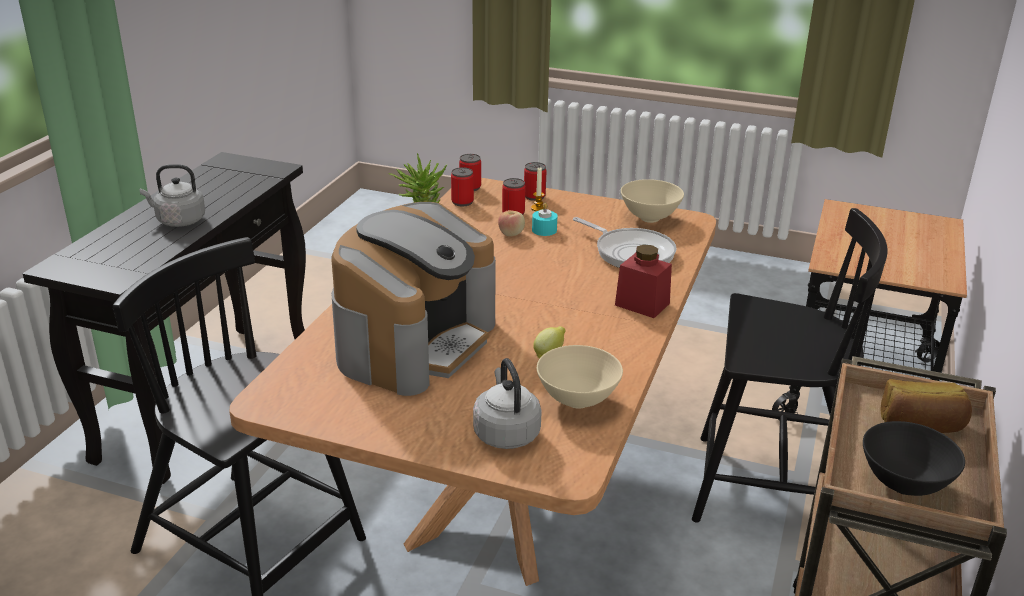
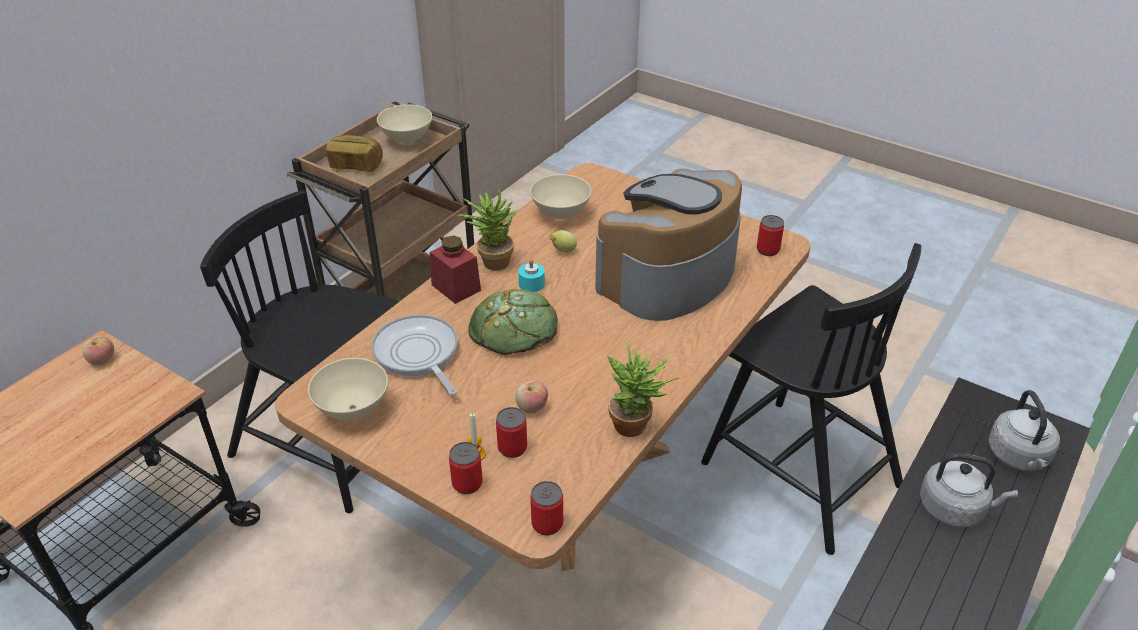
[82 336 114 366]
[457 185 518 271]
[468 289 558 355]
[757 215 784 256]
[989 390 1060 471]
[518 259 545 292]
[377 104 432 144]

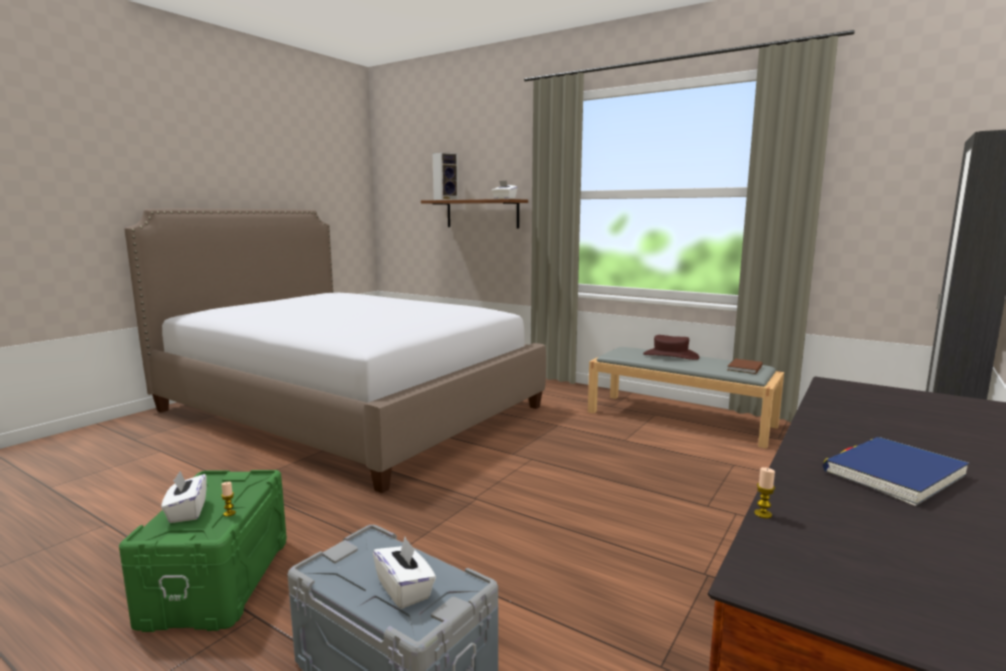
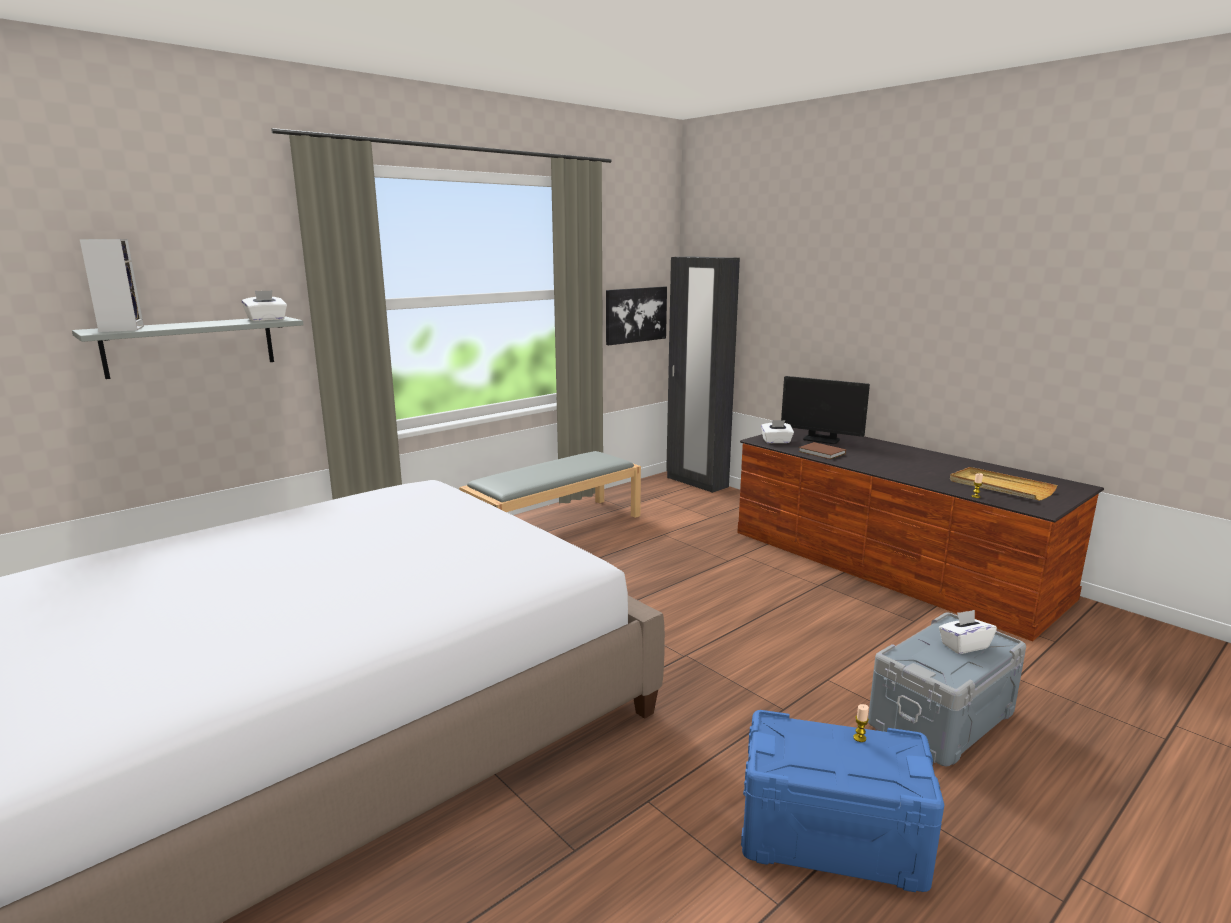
[643 335 699 360] (first image)
[823 437 970 506] (first image)
[606 287 667 345]
[781 376 870 444]
[950 467 1058 501]
[761 420 794 443]
[798 442 846 459]
[741 710 944 892]
[72 316 304 379]

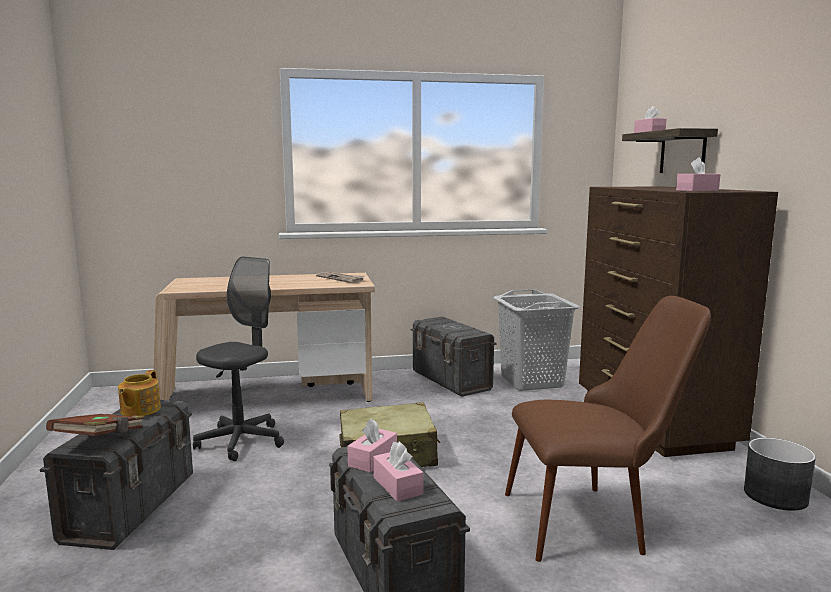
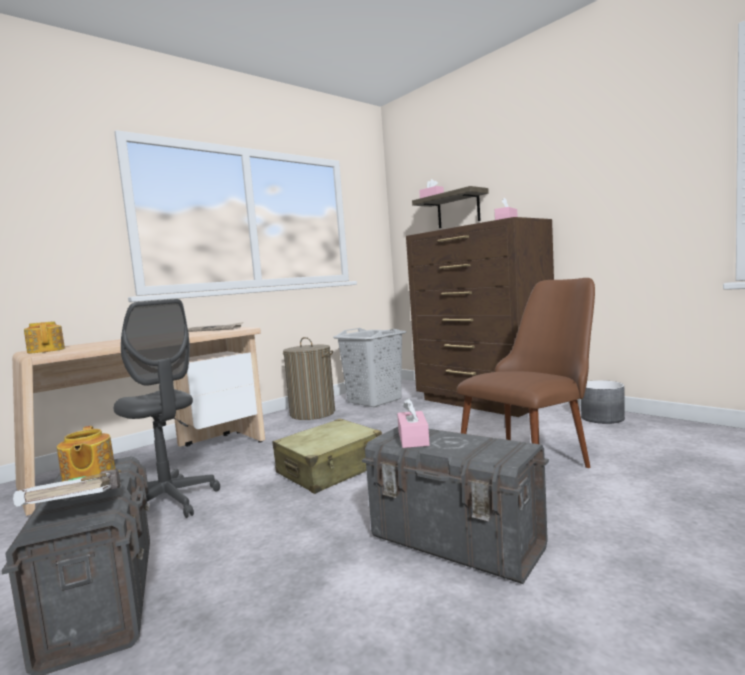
[373 442 423 501] (first image)
[24 321 65 353]
[283 337 335 420]
[13 469 121 507]
[114 299 220 518]

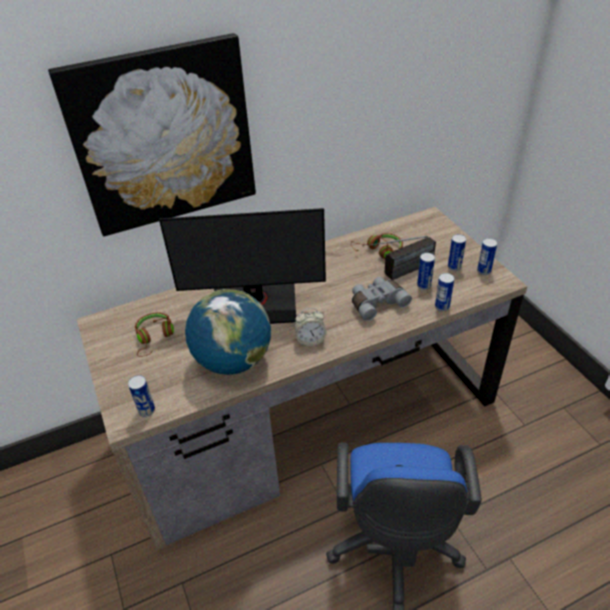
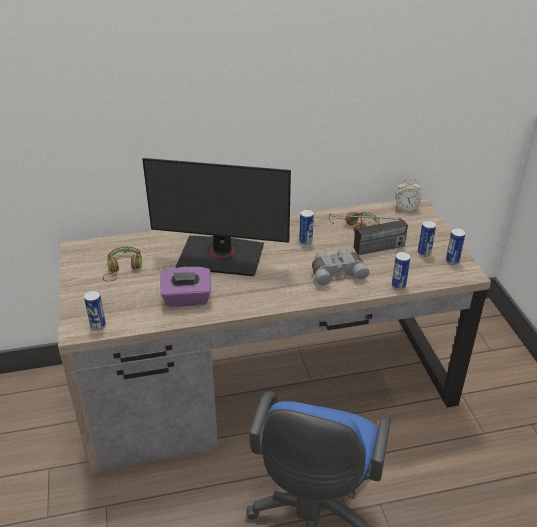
[48 33 256 236] (first image)
[395 179 421 211]
[299 209 314 245]
[160 267 211 307]

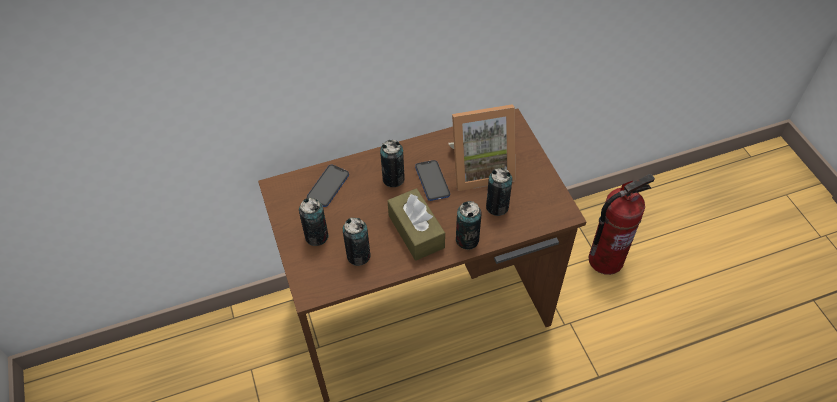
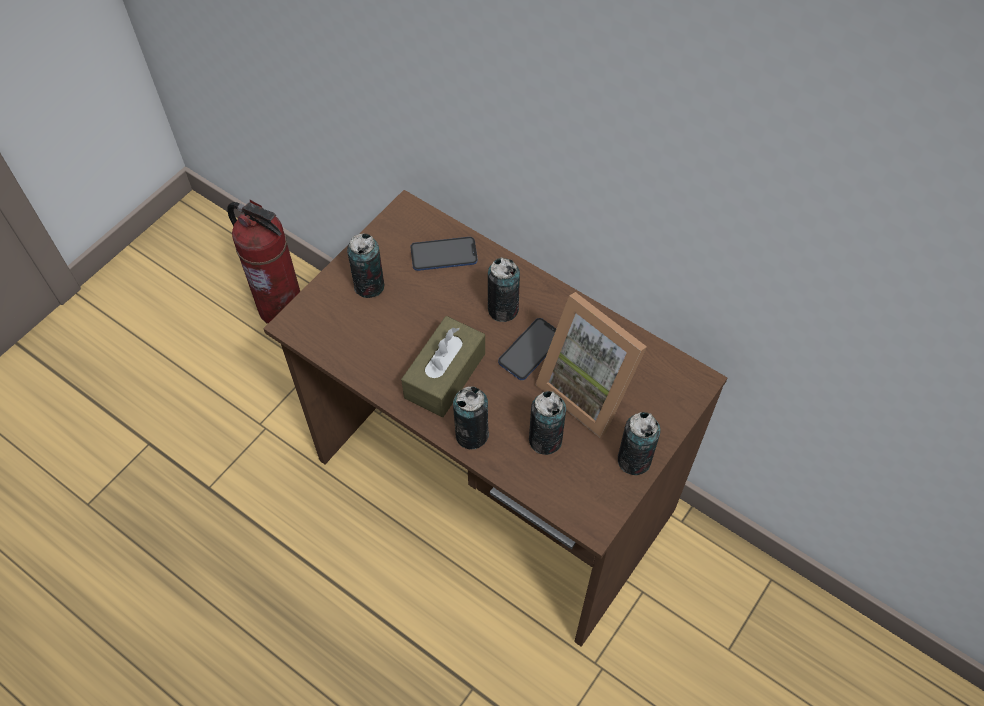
[618 412 661 475]
[227 200 300 324]

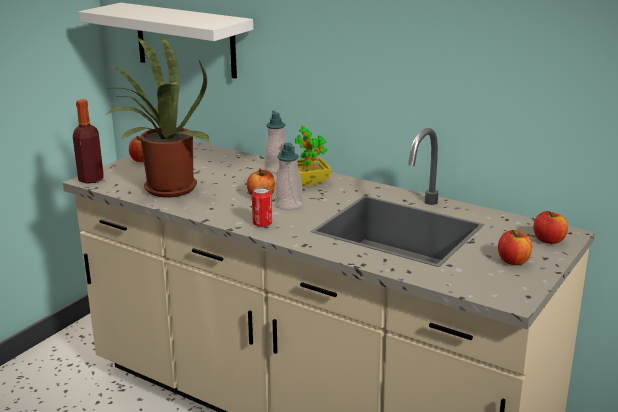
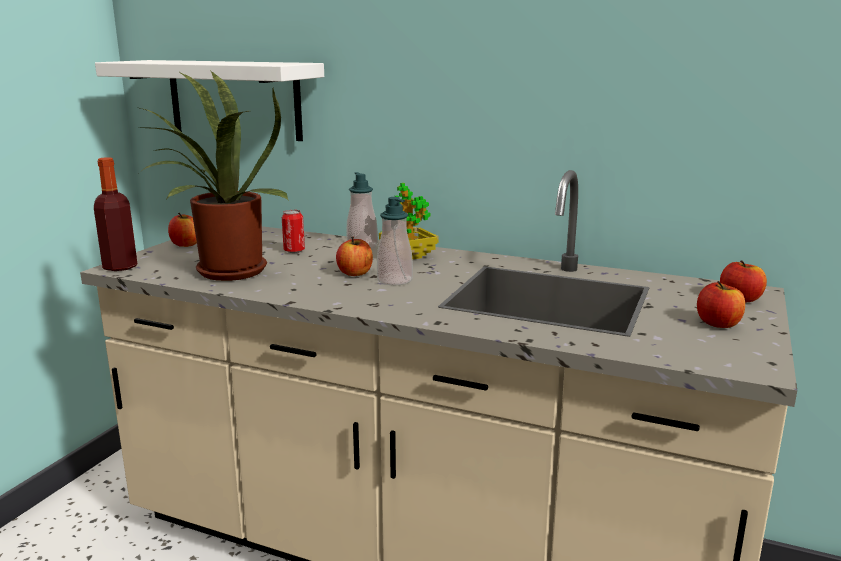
[282 210 305 253]

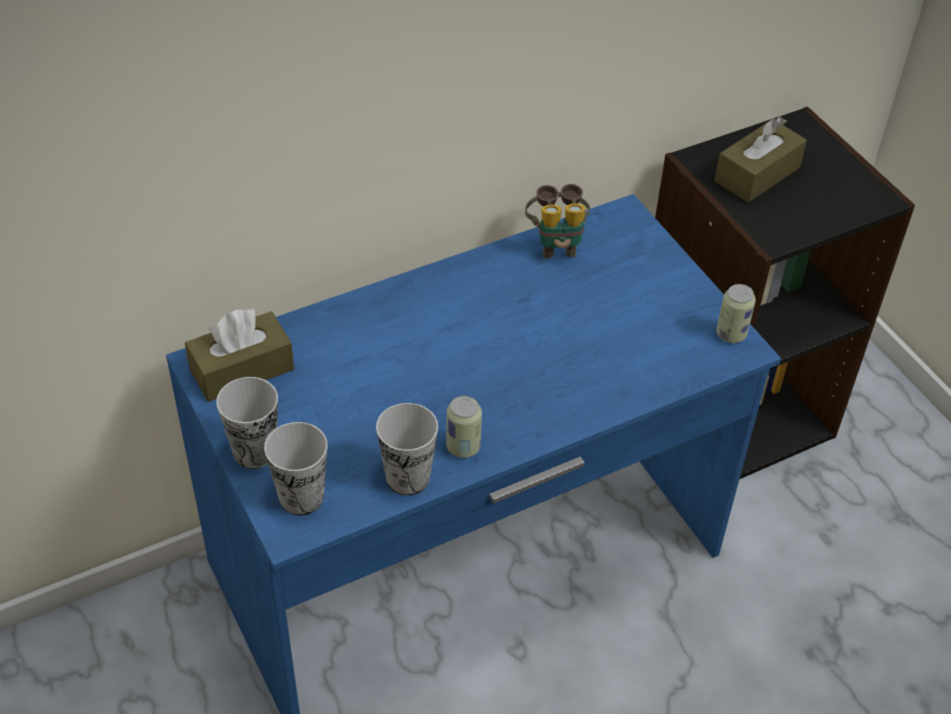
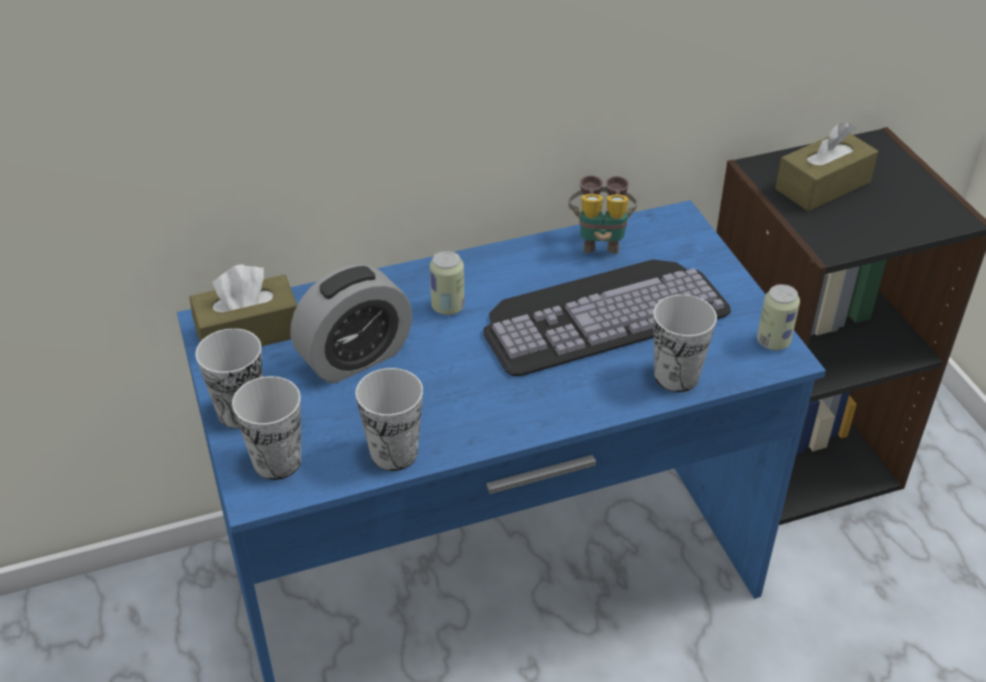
[291 264 412 383]
[483 259 731 376]
[653 294 717 392]
[430 250 465 315]

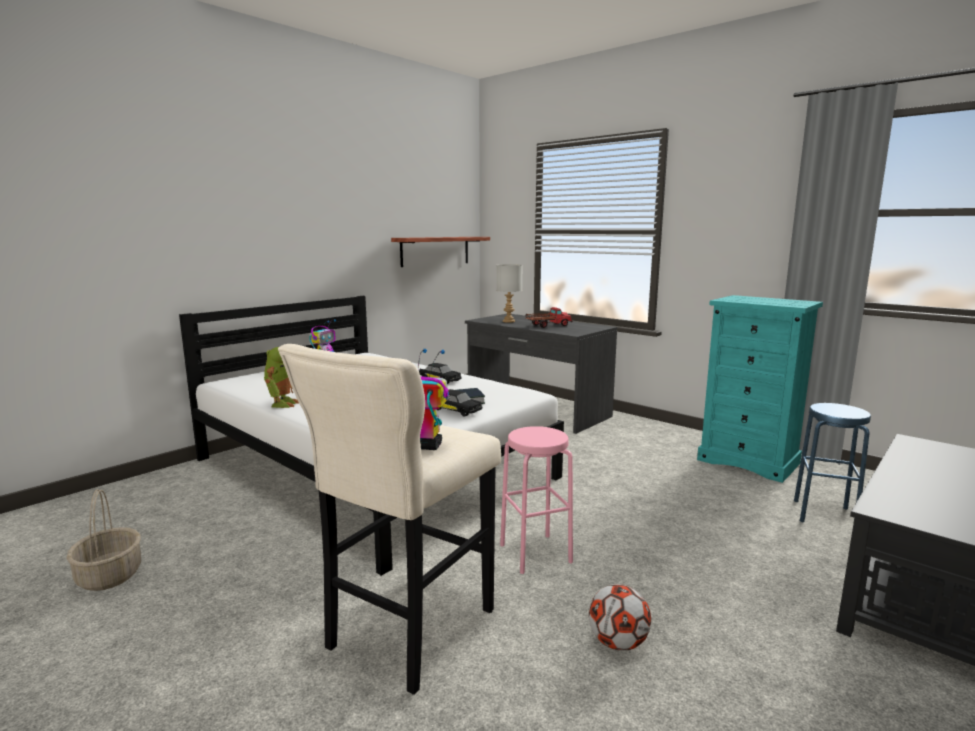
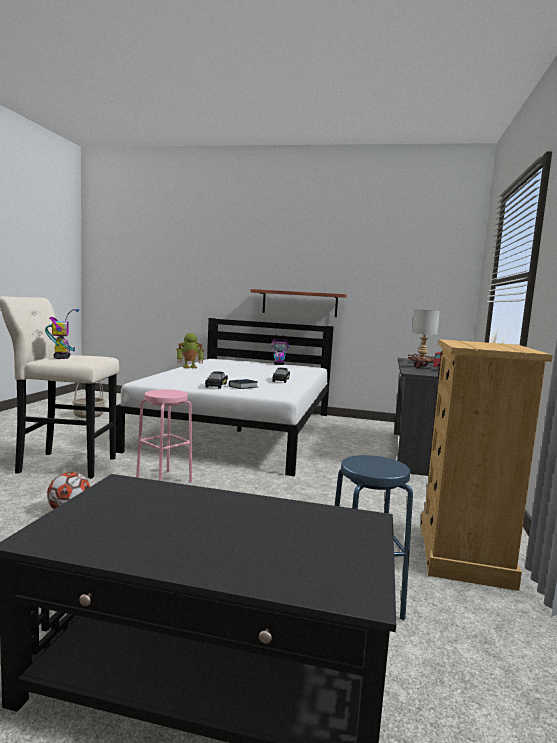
[251 289 347 317]
[420 339 553 591]

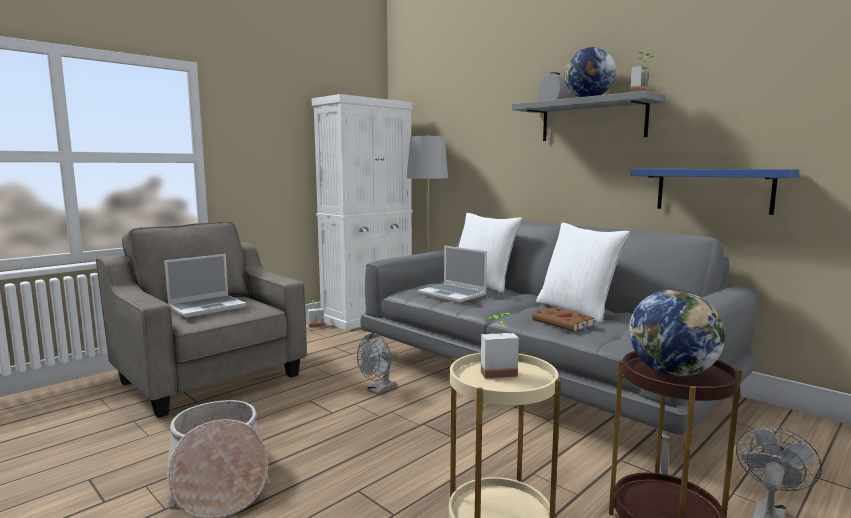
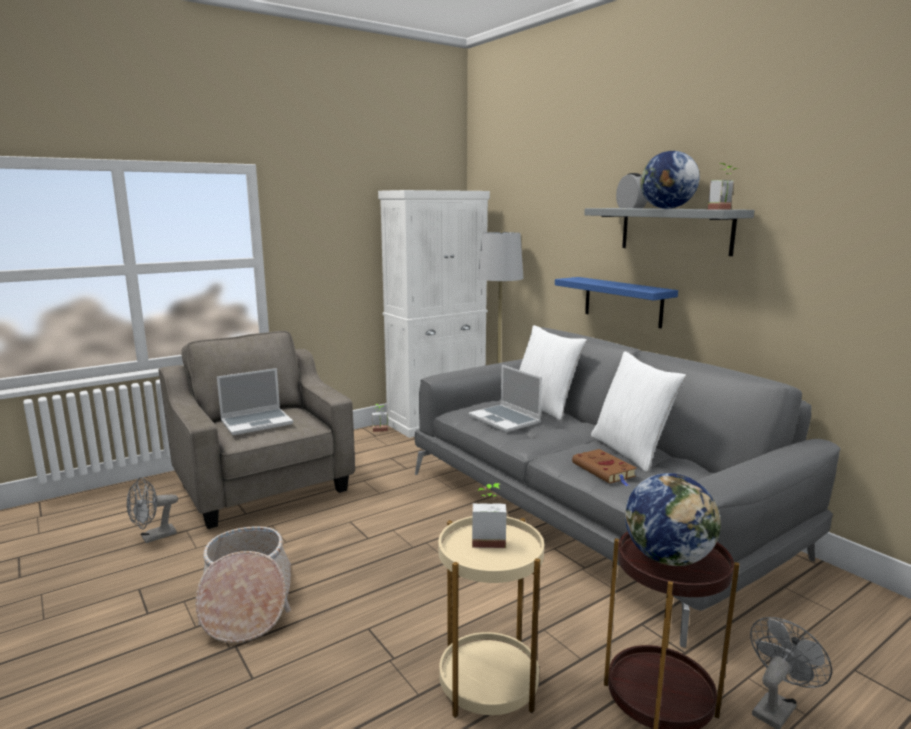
[127 477 178 543]
[555 277 678 328]

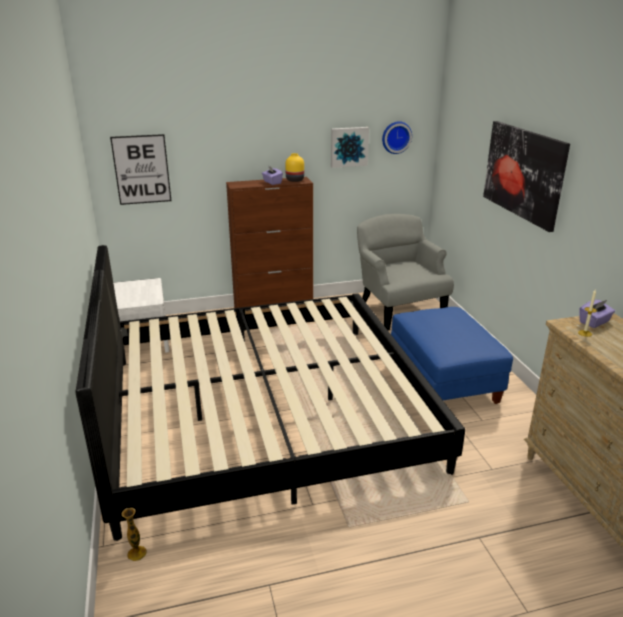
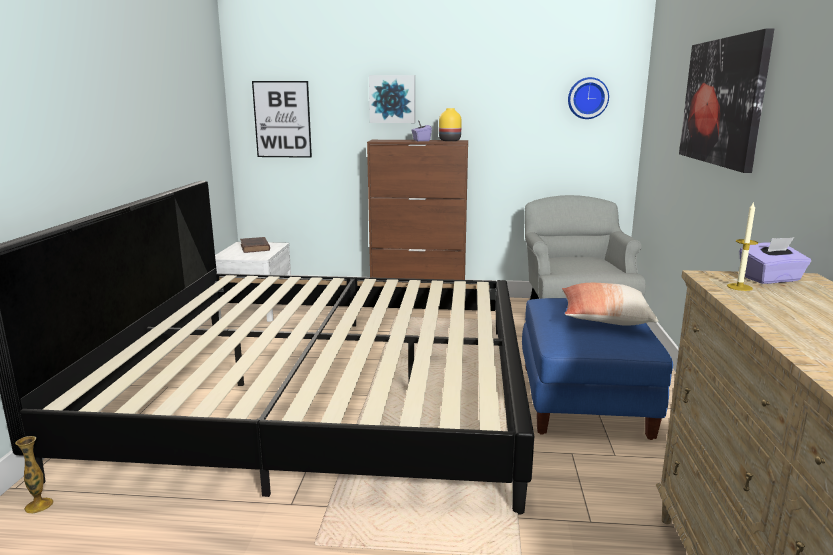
[240 237 270 253]
[562 283 658 326]
[369 75 415 123]

